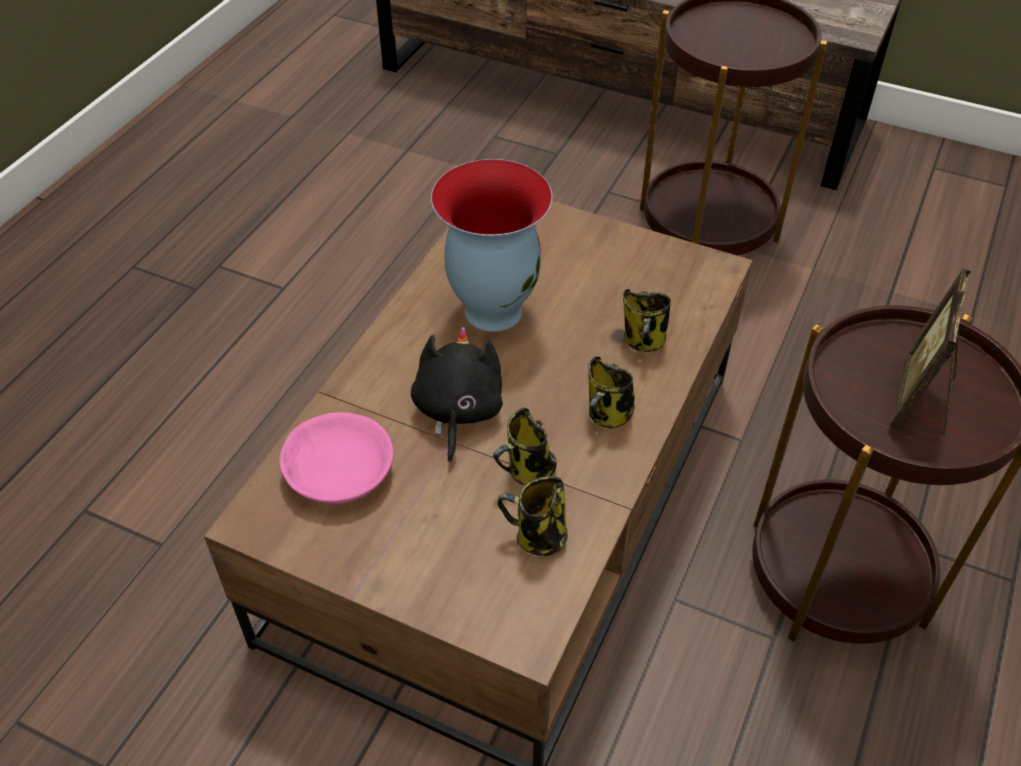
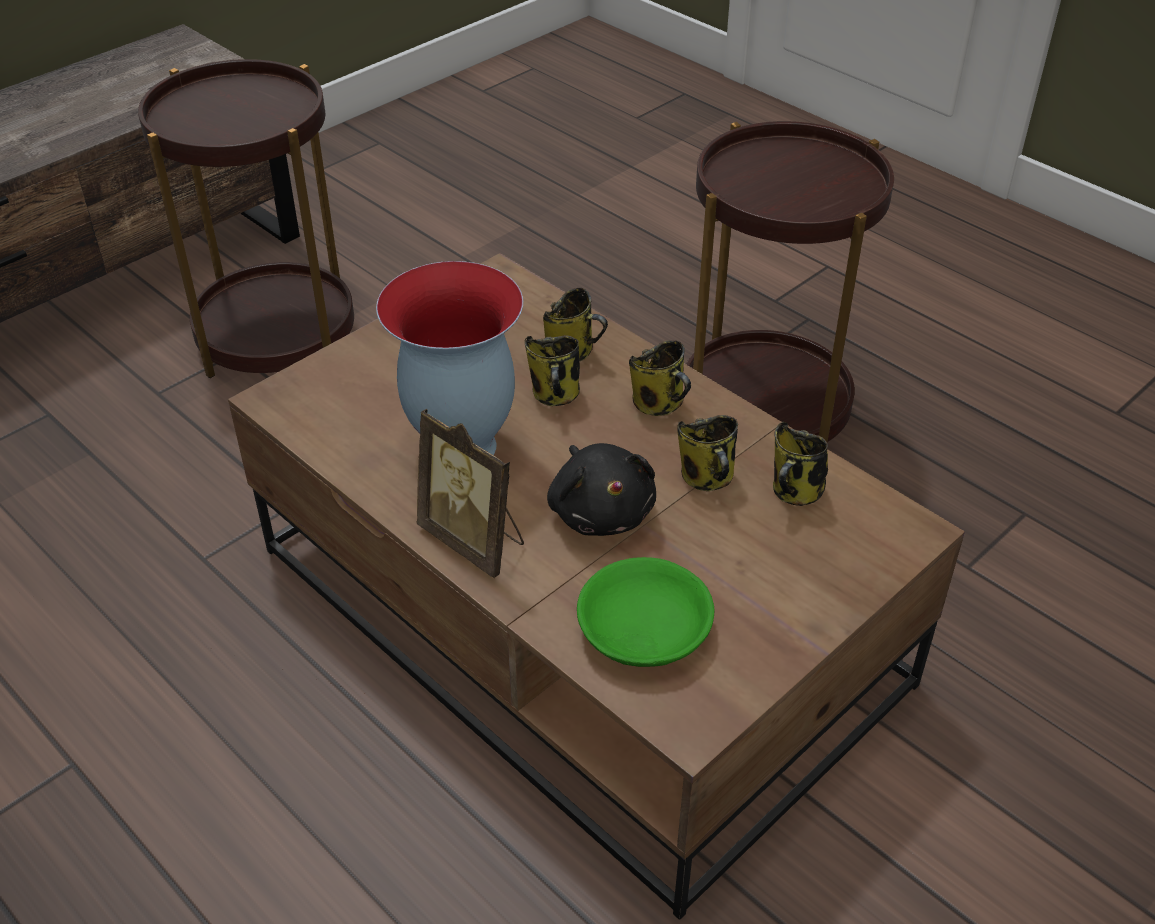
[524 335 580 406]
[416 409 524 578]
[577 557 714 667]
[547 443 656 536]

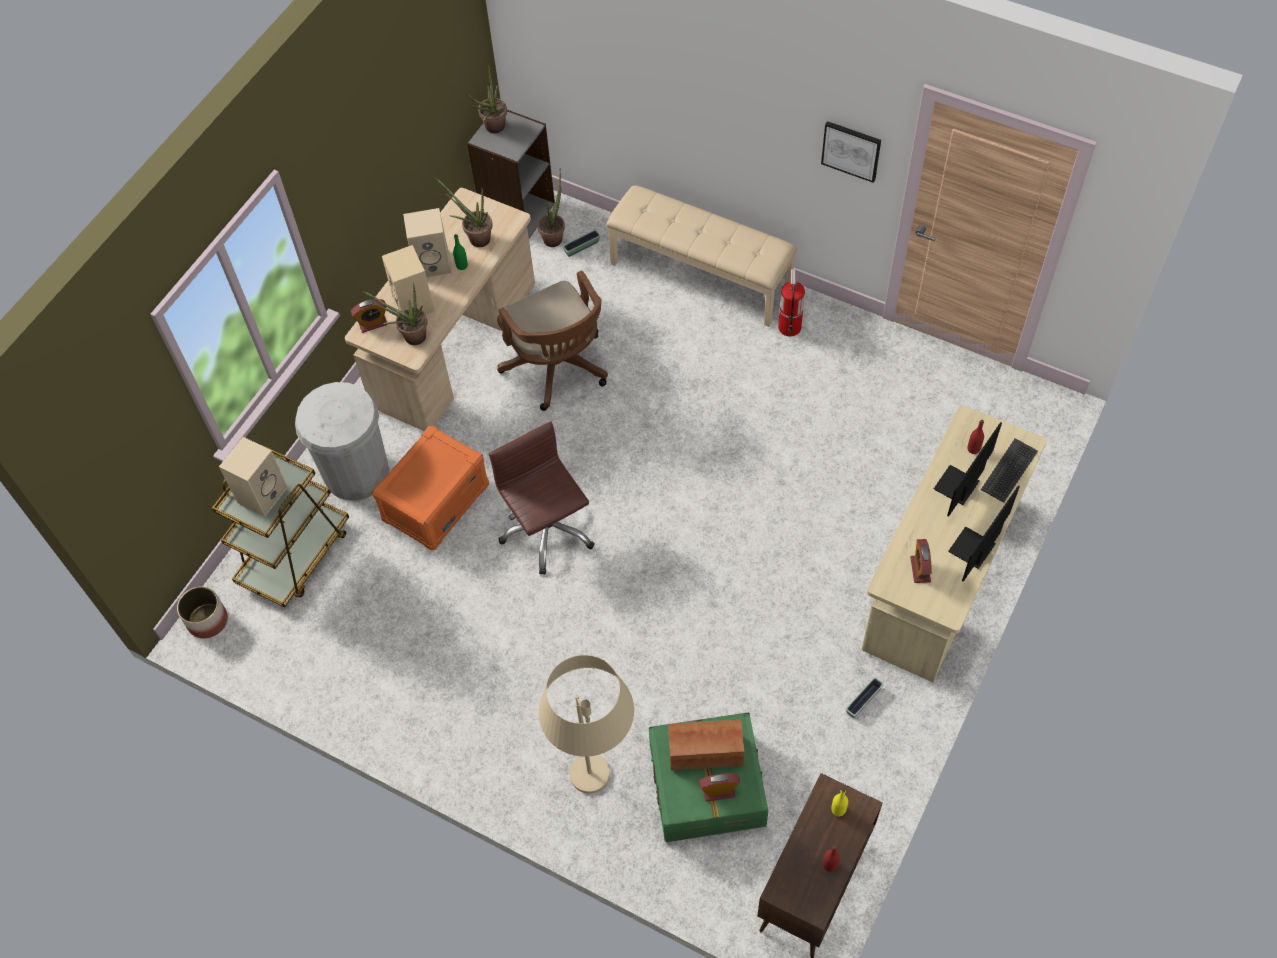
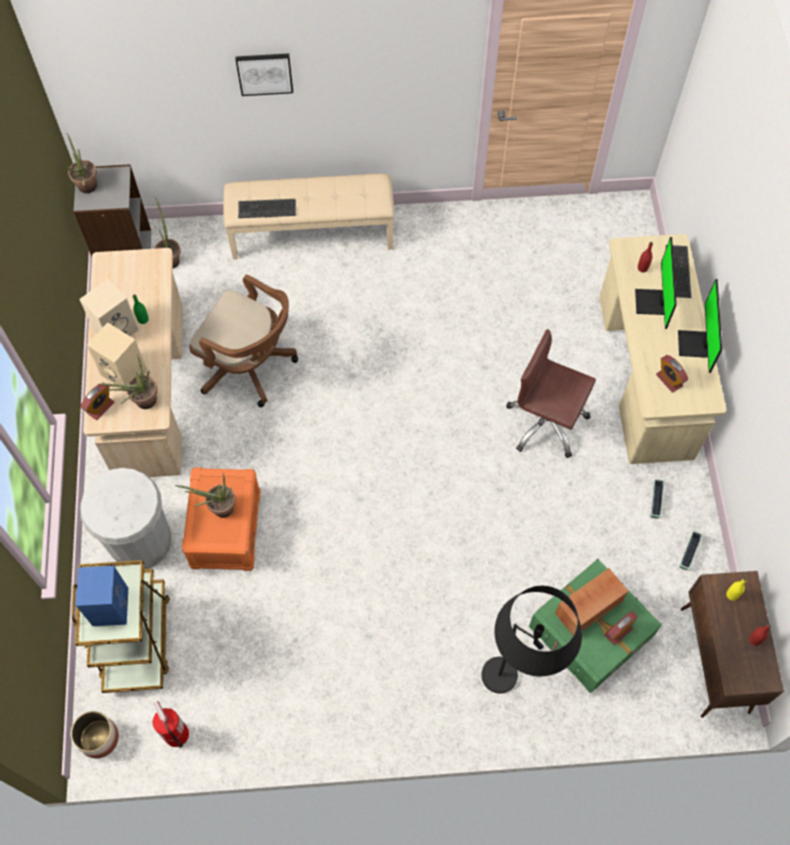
[238 199 296 218]
[175 473 236 518]
[506 329 596 458]
[679 531 703 570]
[153 701 189 748]
[236 54 293 96]
[76 566 128 626]
[481 586 582 693]

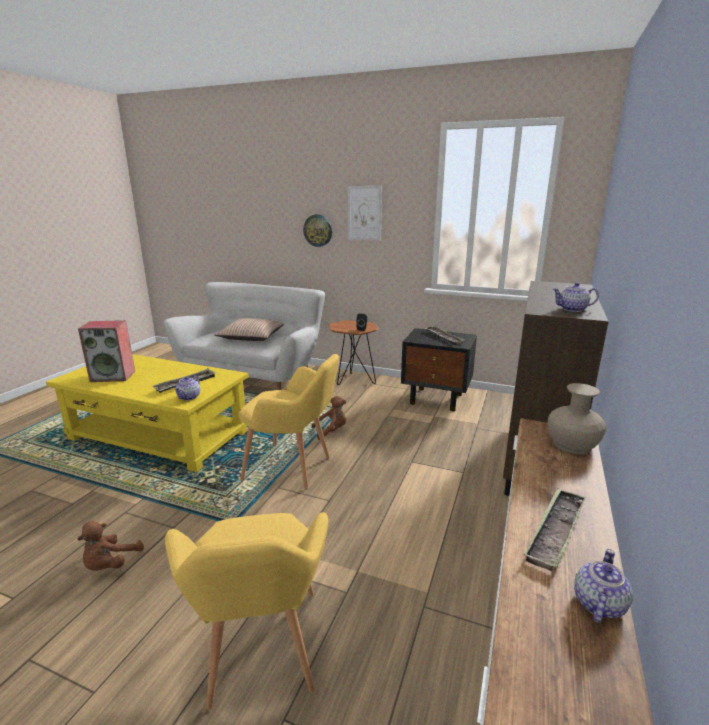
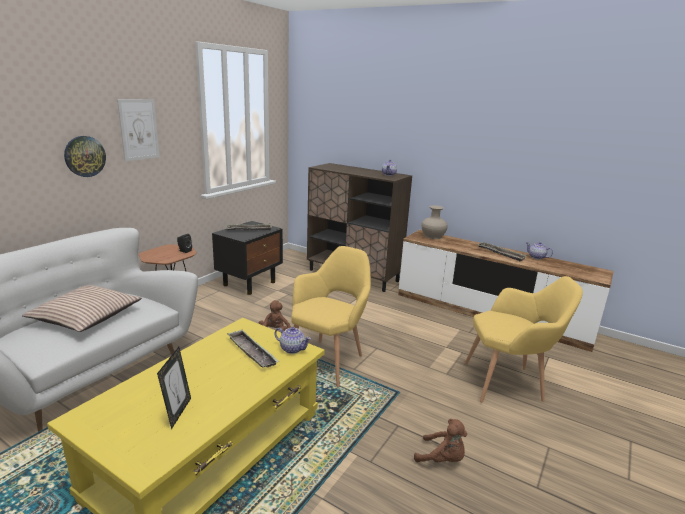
[157 347 191 430]

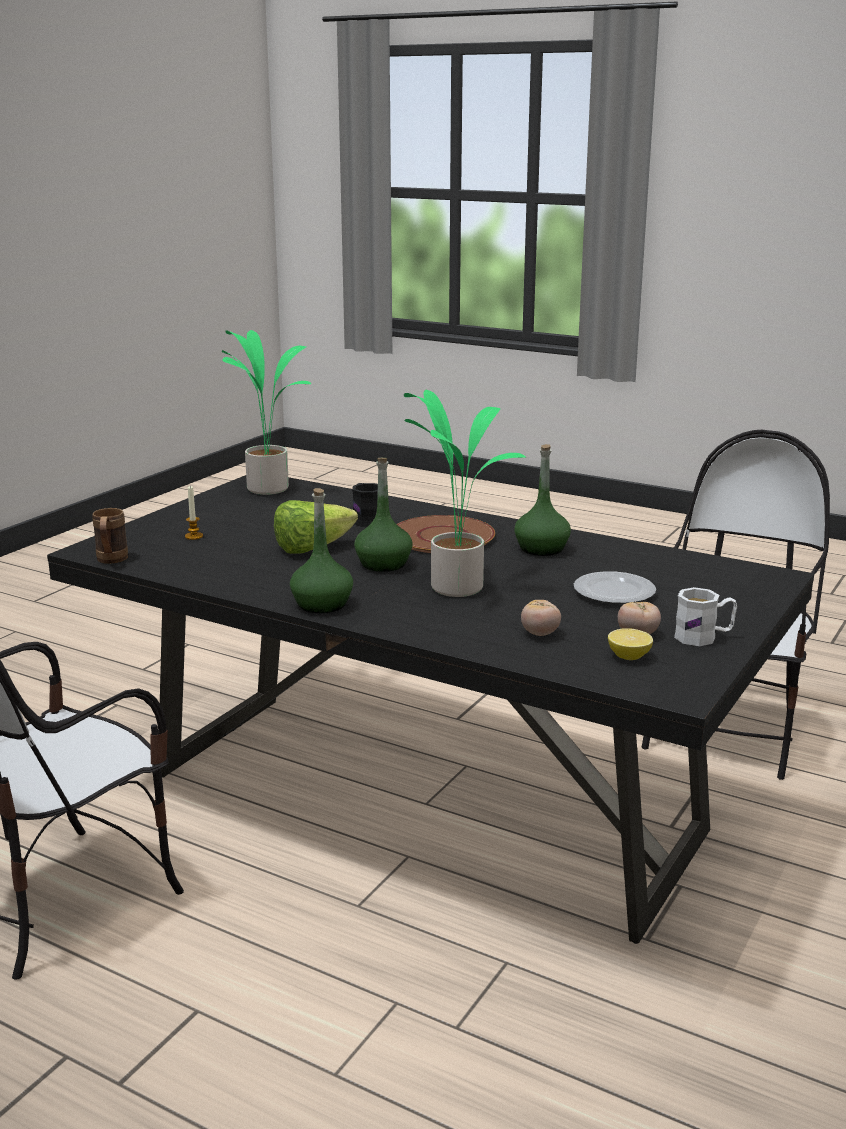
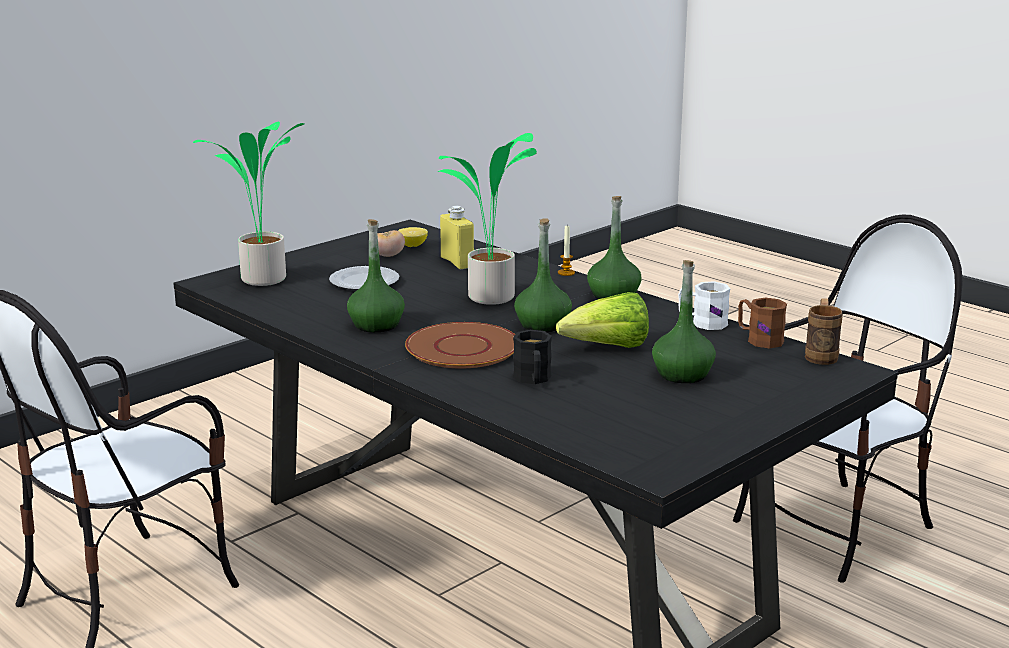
[652 260 716 383]
[738 297 787 349]
[558 226 575 276]
[193 122 304 286]
[678 281 730 330]
[440 206 474 269]

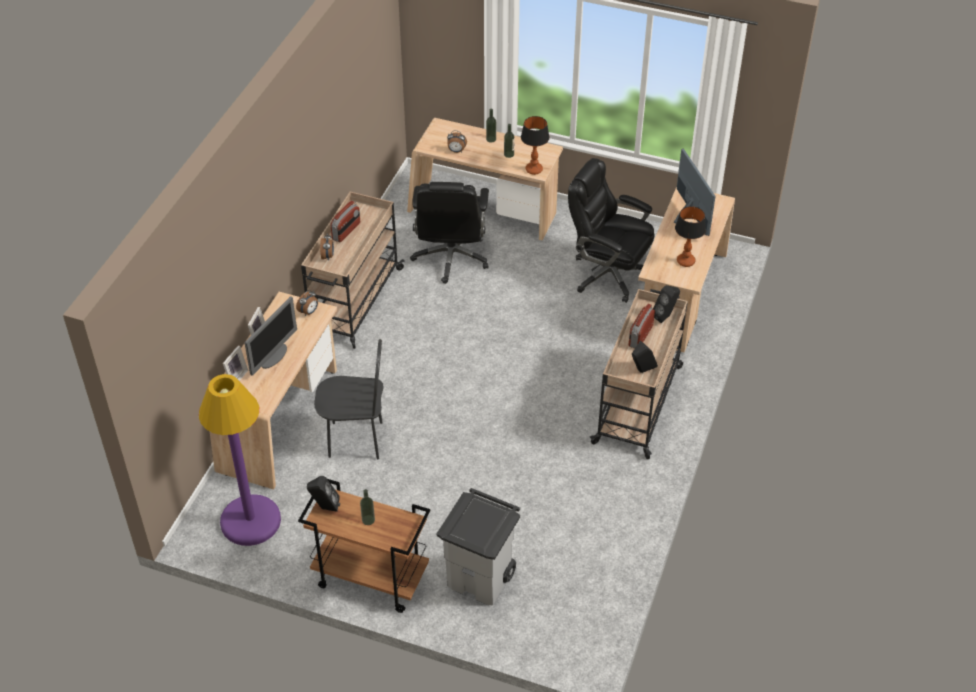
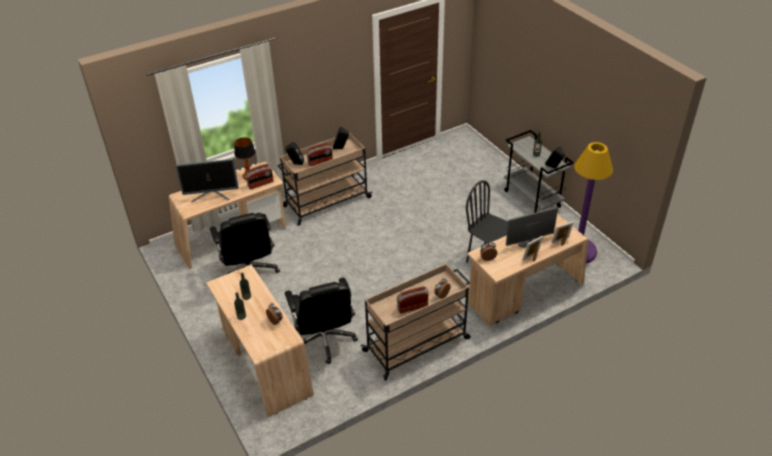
[436 488 520 606] (first image)
[521 116 550 175] (first image)
[245 164 273 189]
[504 130 574 213]
[285 278 358 364]
[176 159 239 202]

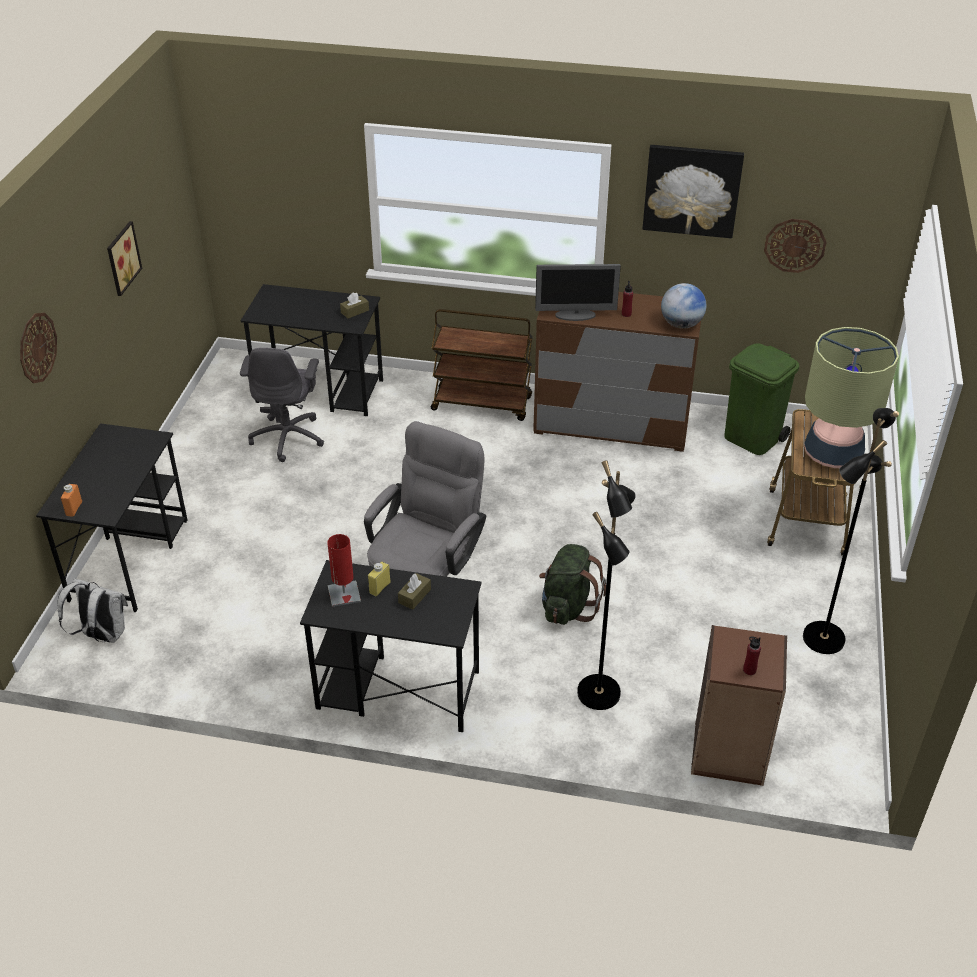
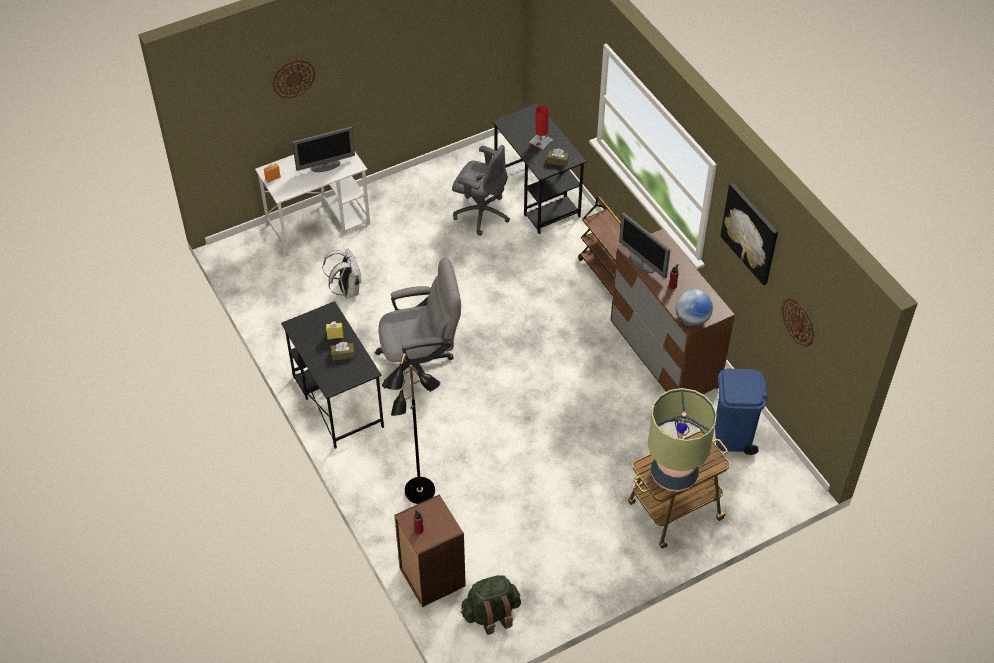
[107 221 142 296] (first image)
[803 408 899 654] (first image)
[292 127 355 172]
[322 249 361 298]
[529 105 553 150]
[460 575 521 635]
[255 152 370 257]
[715 369 767 455]
[452 145 510 236]

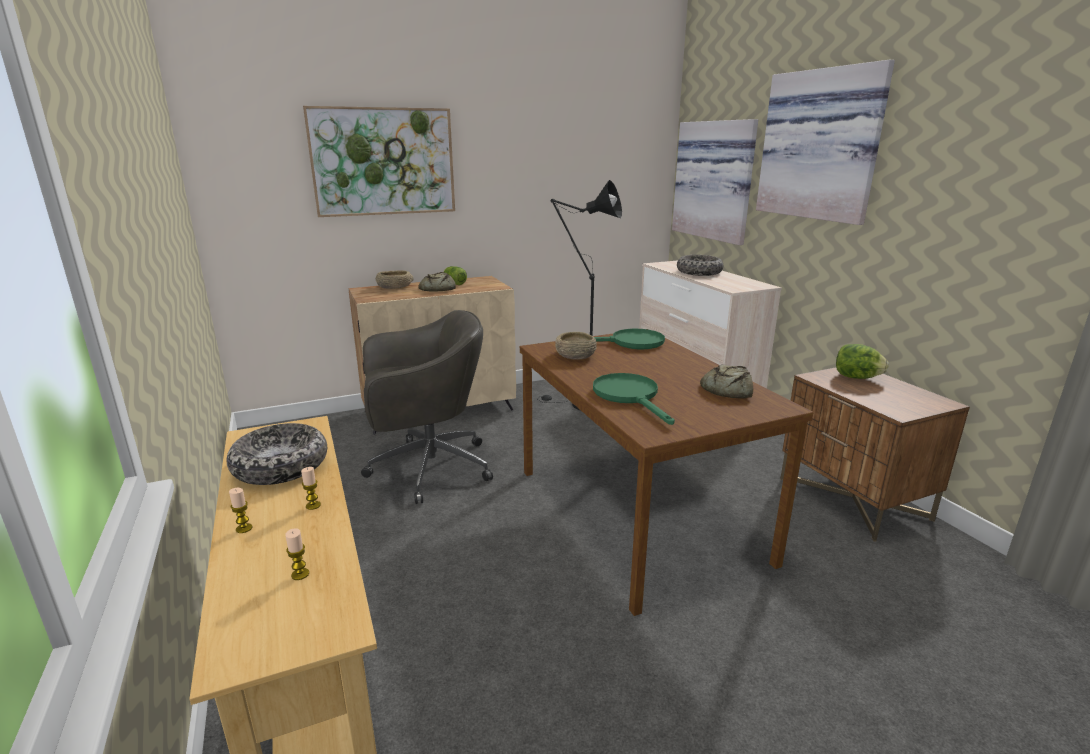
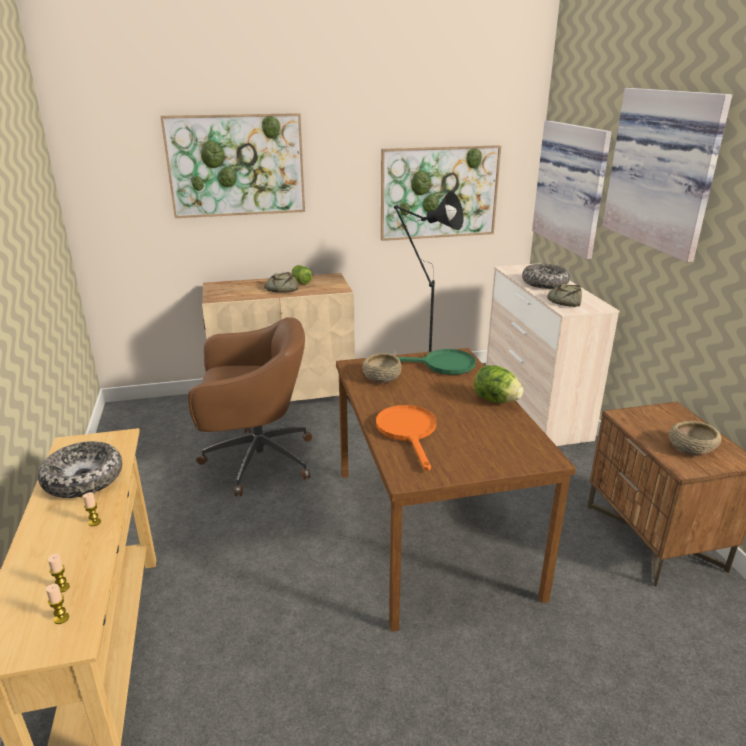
[381 145 501 241]
[46 584 69 624]
[669 421 721 455]
[547 284 582 307]
[474 365 524 403]
[188 317 313 496]
[376 405 436 471]

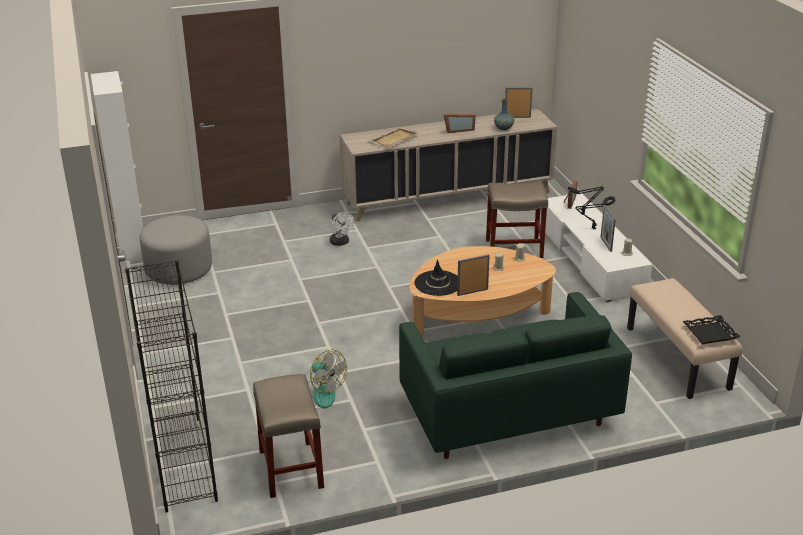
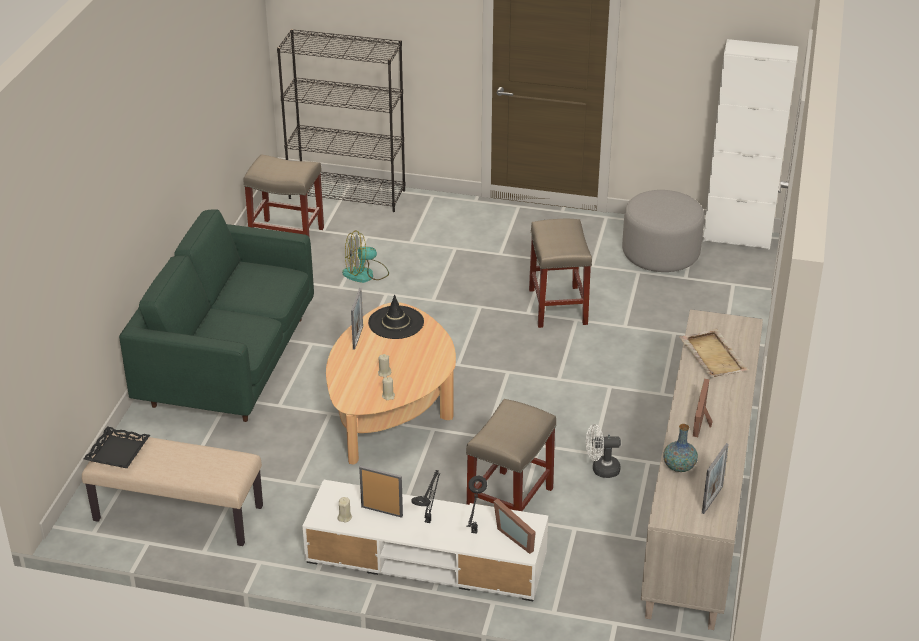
[529 219 592 328]
[586 424 621 478]

